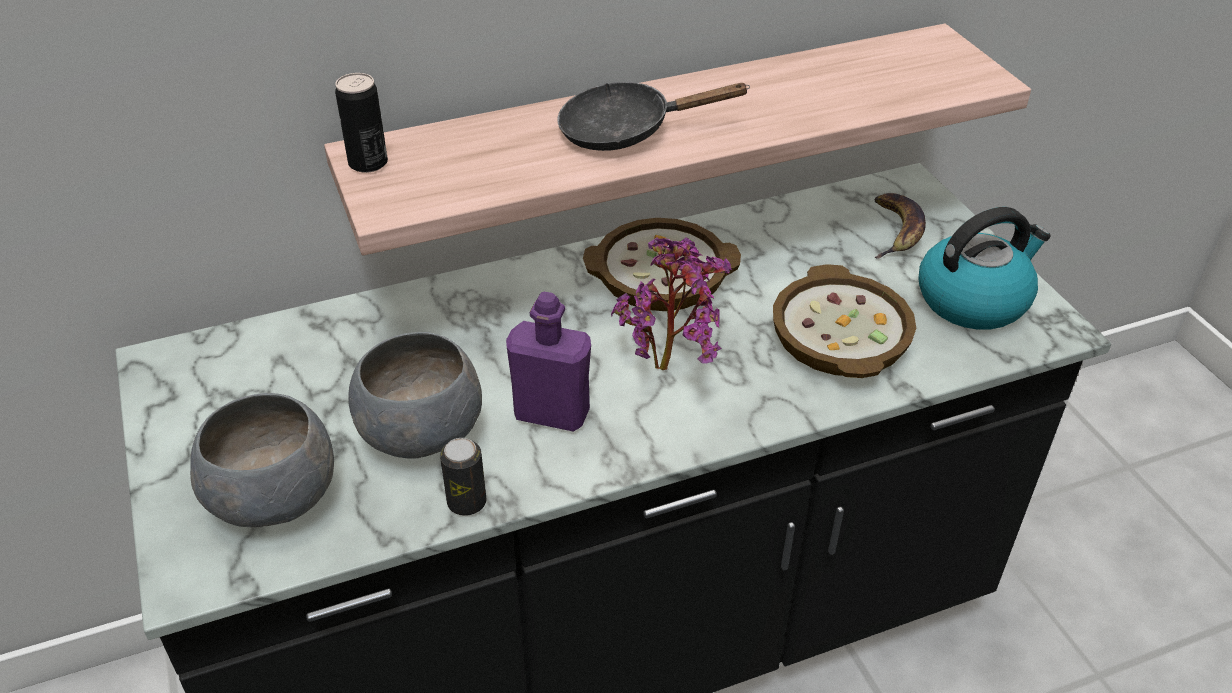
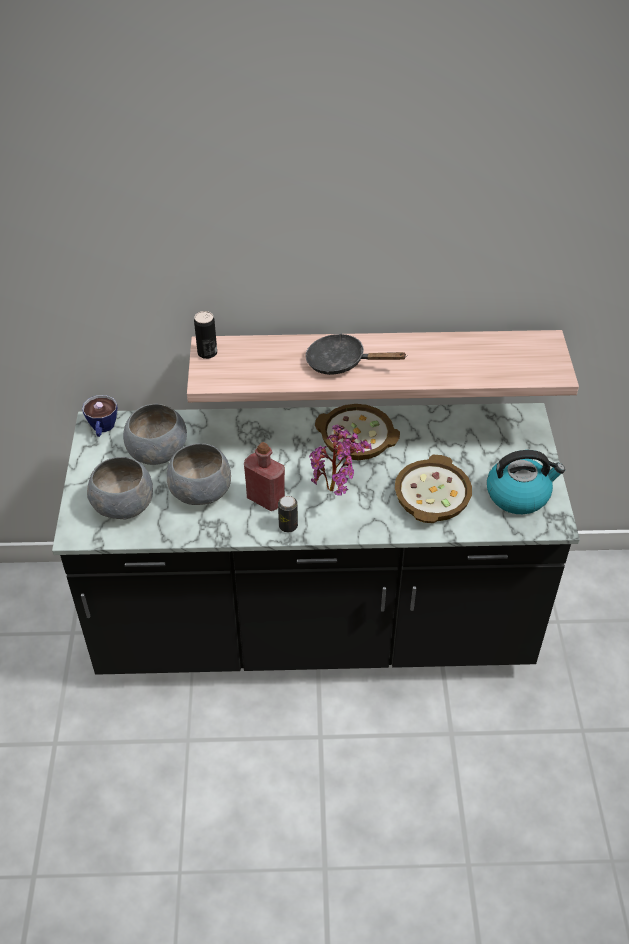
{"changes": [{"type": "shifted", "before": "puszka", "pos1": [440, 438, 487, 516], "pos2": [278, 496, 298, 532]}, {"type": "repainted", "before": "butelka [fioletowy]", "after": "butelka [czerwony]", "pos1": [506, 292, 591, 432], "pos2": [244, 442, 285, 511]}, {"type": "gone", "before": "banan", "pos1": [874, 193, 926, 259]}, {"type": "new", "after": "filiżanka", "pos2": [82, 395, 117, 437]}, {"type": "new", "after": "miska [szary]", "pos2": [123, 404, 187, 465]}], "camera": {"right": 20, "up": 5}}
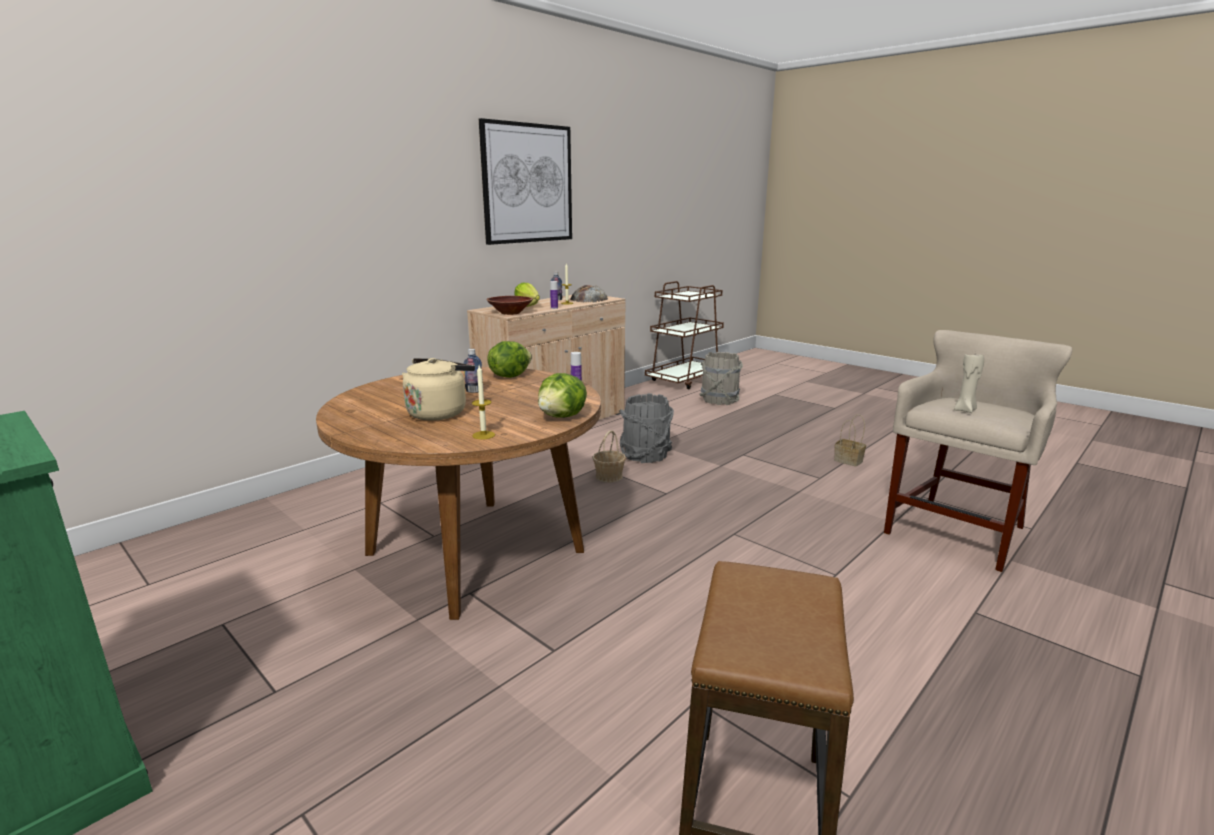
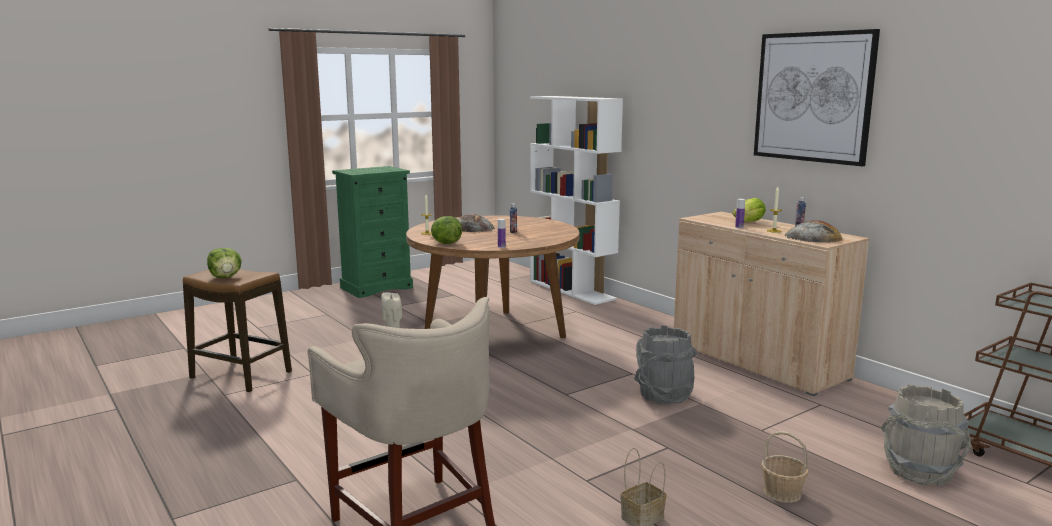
{"changes": [{"type": "swapped", "before": "czajnik [beżowy]", "after": "chleb", "pos1": [402, 358, 475, 420], "pos2": [458, 214, 495, 232]}, {"type": "gone", "before": "miska [brązowy]", "pos1": [486, 296, 533, 315]}, {"type": "shifted", "before": "sałata", "pos1": [487, 341, 532, 378], "pos2": [207, 248, 242, 278]}, {"type": "shifted", "before": "koszyk", "pos1": [592, 430, 626, 483], "pos2": [761, 431, 809, 503]}, {"type": "new", "after": "regał [biały]", "pos2": [530, 96, 623, 305]}], "camera": {"right": 100, "up": -5}}
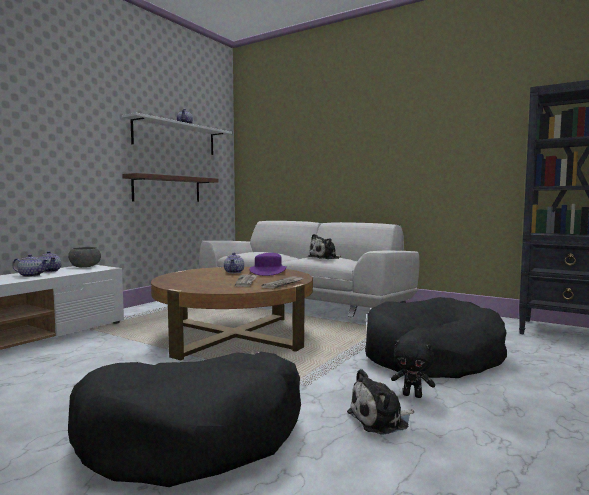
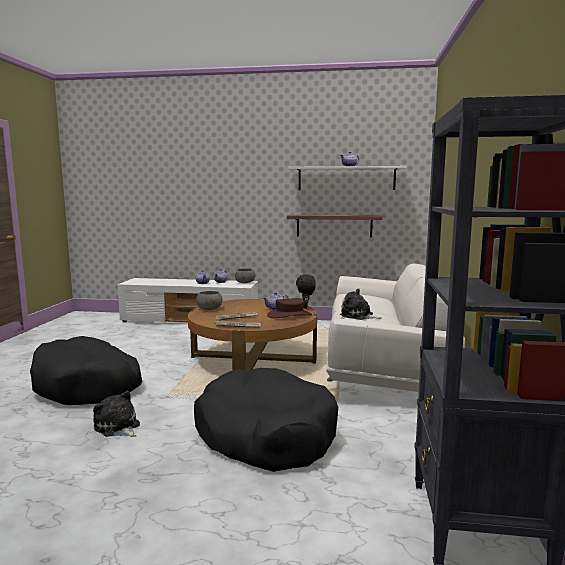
{"changes": [{"type": "repainted", "before": "kapelusz [fioletowy]", "after": "kapelusz [brązowy]", "pos1": [249, 253, 287, 276], "pos2": [267, 298, 312, 318]}, {"type": "shifted", "before": "pluszak [czarny]", "pos1": [391, 335, 435, 398], "pos2": [296, 275, 316, 309]}, {"type": "new", "after": "miska [szary]", "pos2": [196, 291, 222, 310]}], "camera": {"right": 65, "up": 5}}
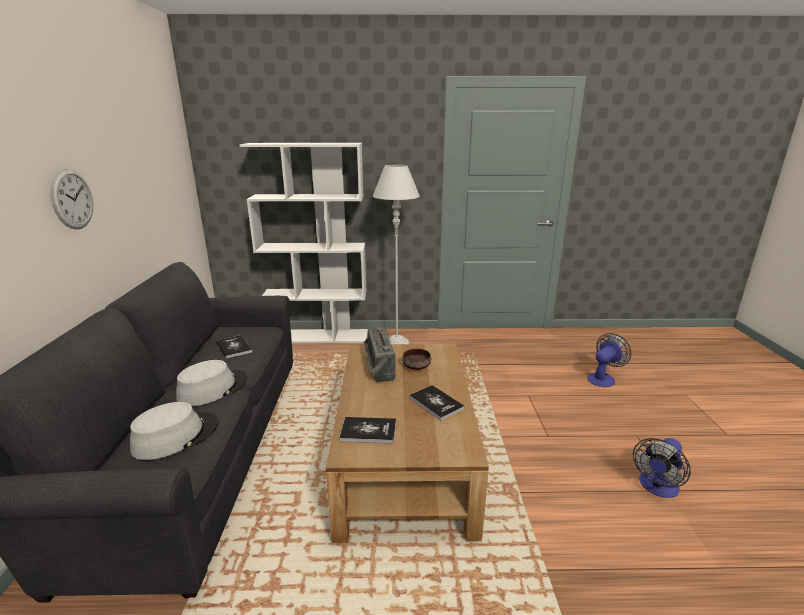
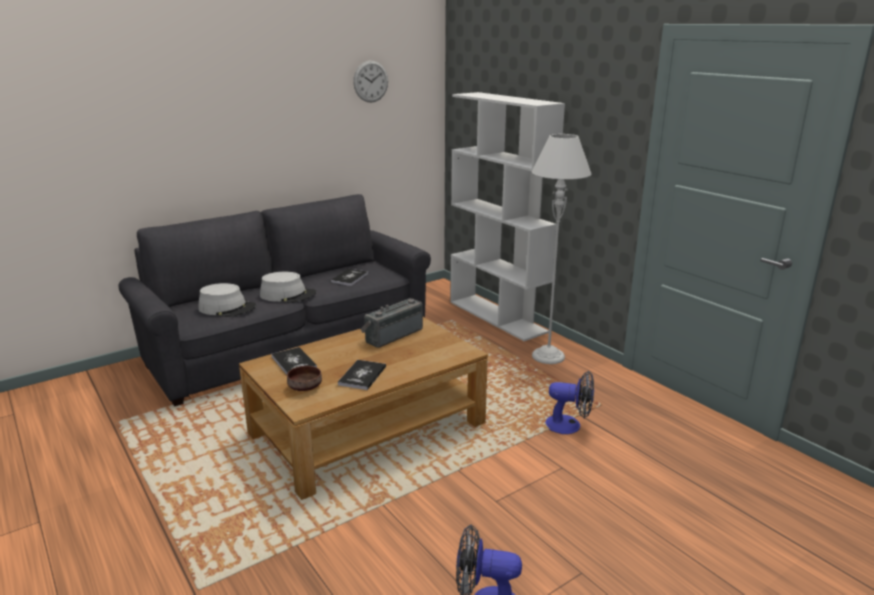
{"changes": [{"type": "shifted", "before": "zegar ścienny", "pos1": [50, 169, 93, 229], "pos2": [353, 60, 388, 102]}, {"type": "shifted", "before": "miska [brązowy]", "pos1": [403, 349, 431, 370], "pos2": [287, 366, 322, 391]}, {"type": "shifted", "before": "wentylator", "pos1": [587, 333, 632, 387], "pos2": [545, 371, 594, 434]}], "camera": {"right": 55, "up": 0}}
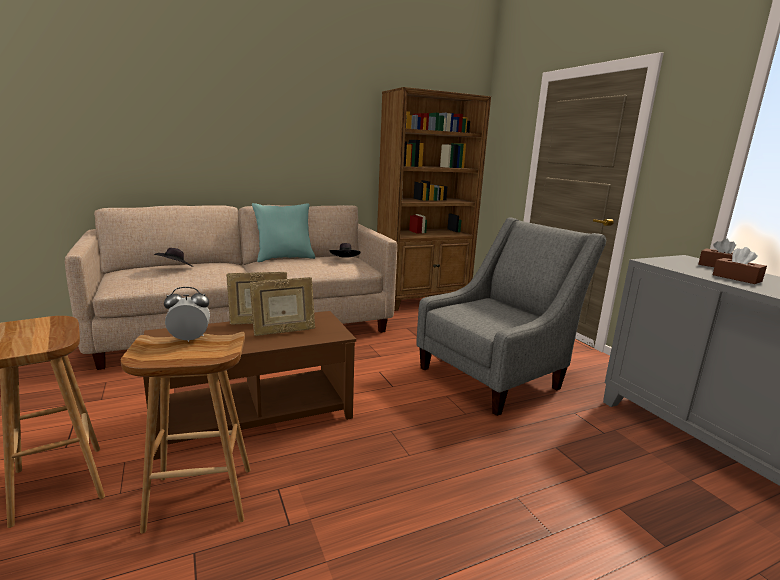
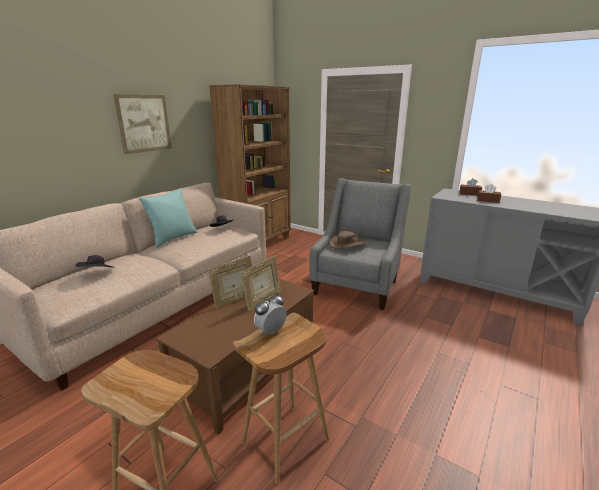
{"changes": [{"type": "new", "after": "obraz", "pos2": [113, 94, 172, 154]}, {"type": "new", "after": "kapelusz [brązowy]", "pos2": [329, 231, 367, 249]}], "camera": {"right": -30, "up": 5}}
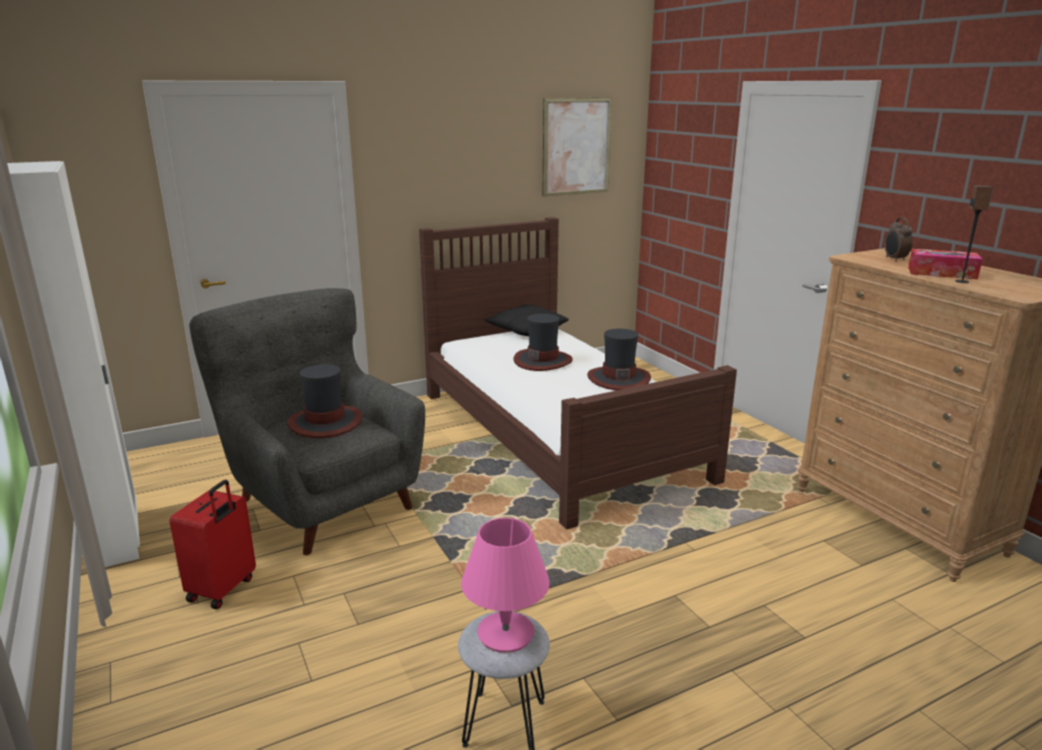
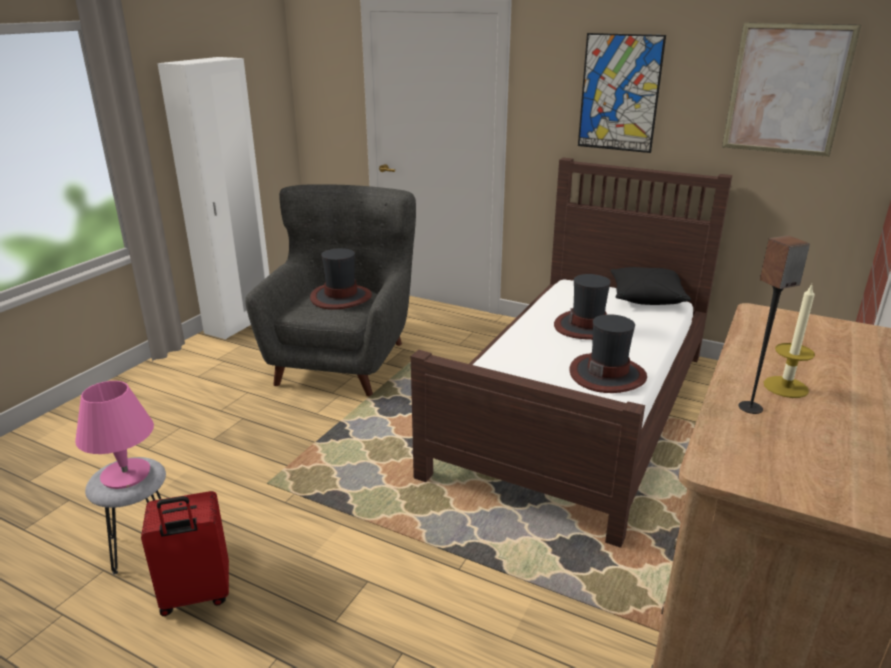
{"changes": [{"type": "shifted", "before": "walizka [czerwony]", "pos1": [169, 480, 256, 609], "pos2": [141, 491, 229, 616]}, {"type": "gone", "before": "budzik", "pos1": [885, 218, 913, 262]}, {"type": "swapped", "before": "pudełko chusteczek", "after": "świeca", "pos1": [908, 249, 982, 279], "pos2": [764, 284, 815, 398]}, {"type": "new", "after": "obraz", "pos2": [578, 33, 666, 153]}], "camera": {"right": 55, "up": 5}}
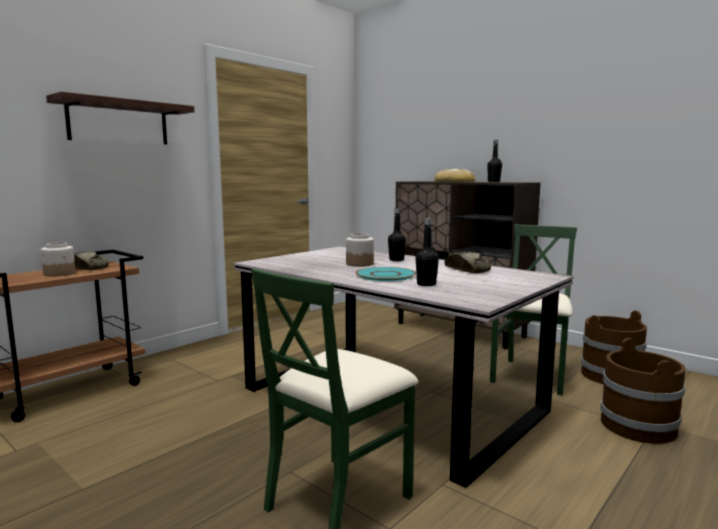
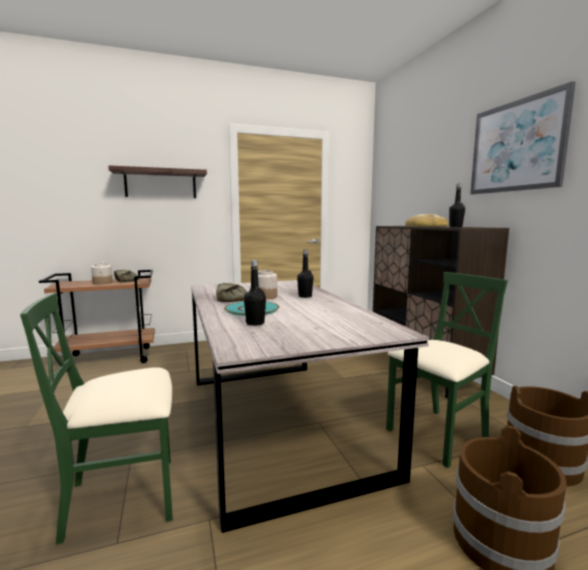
{"changes": [{"type": "shifted", "before": "chleb", "pos1": [444, 252, 491, 273], "pos2": [216, 283, 247, 302]}, {"type": "new", "after": "obraz", "pos2": [470, 81, 576, 194]}], "camera": {"right": 30, "up": 0}}
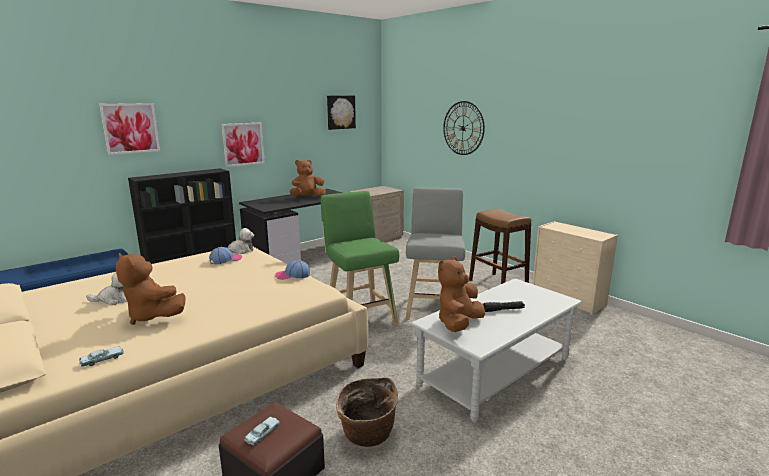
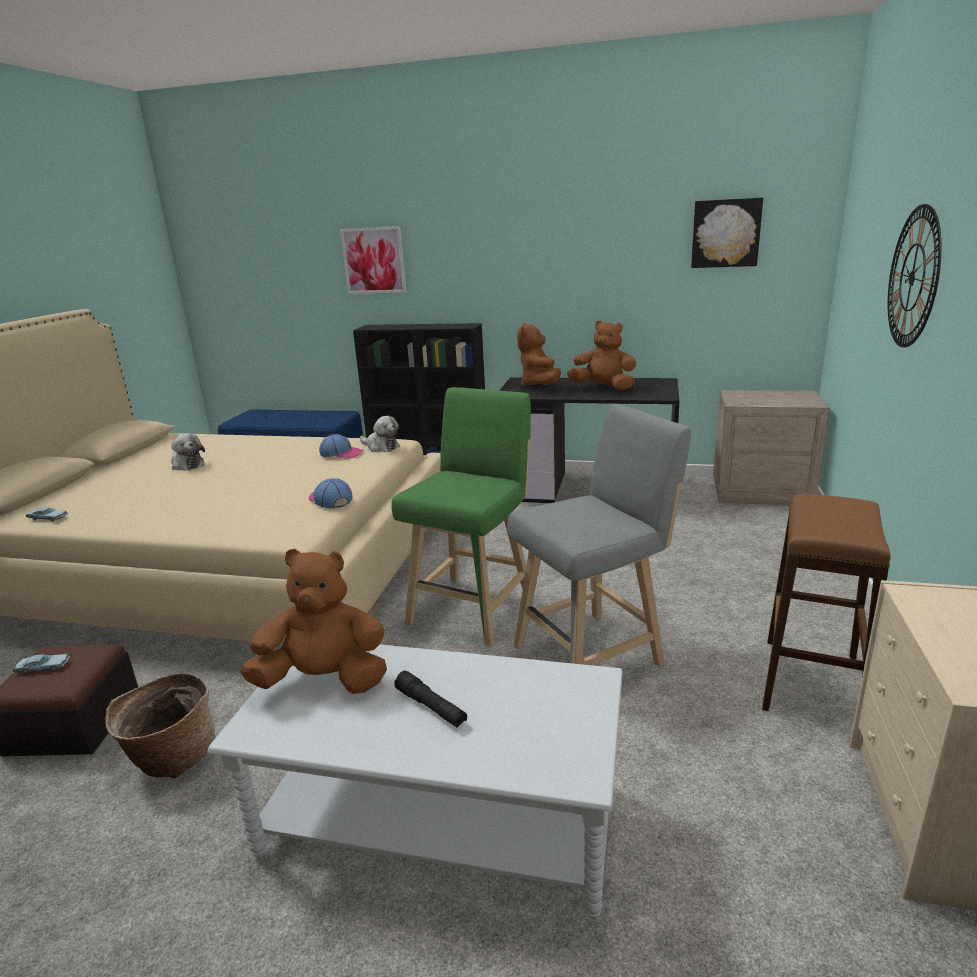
{"changes": [{"type": "shifted", "before": "pluszak [brązowy]", "pos1": [116, 253, 186, 325], "pos2": [517, 323, 561, 387]}, {"type": "gone", "before": "obraz", "pos1": [221, 122, 265, 167]}], "camera": {"right": 55, "up": 5}}
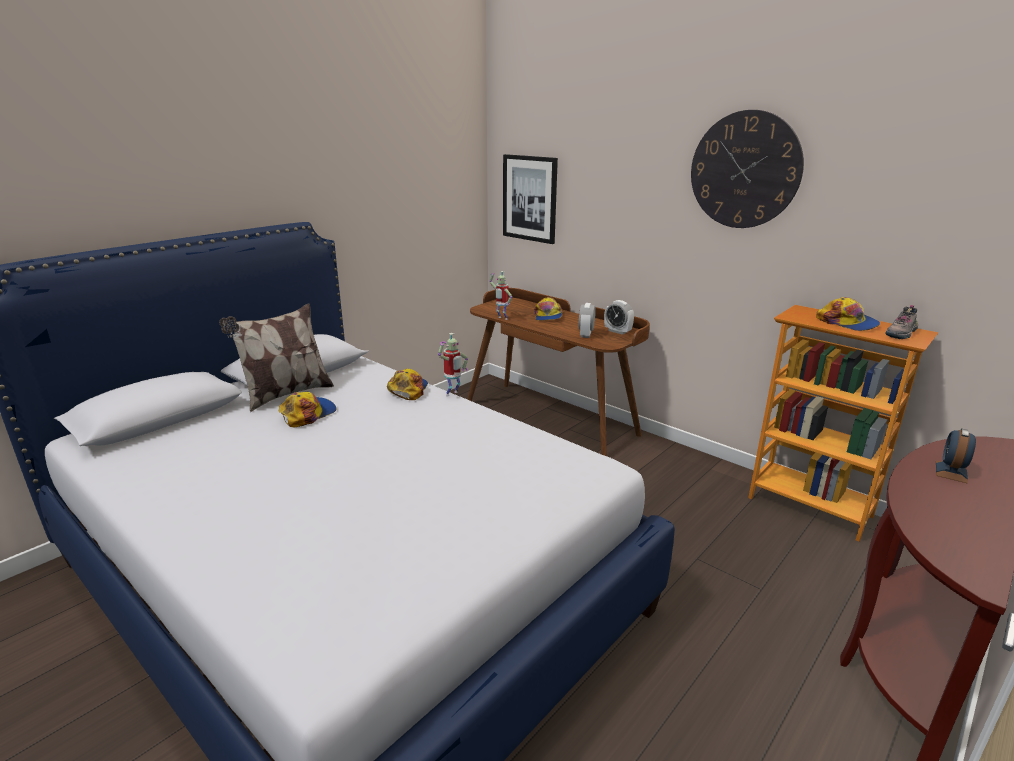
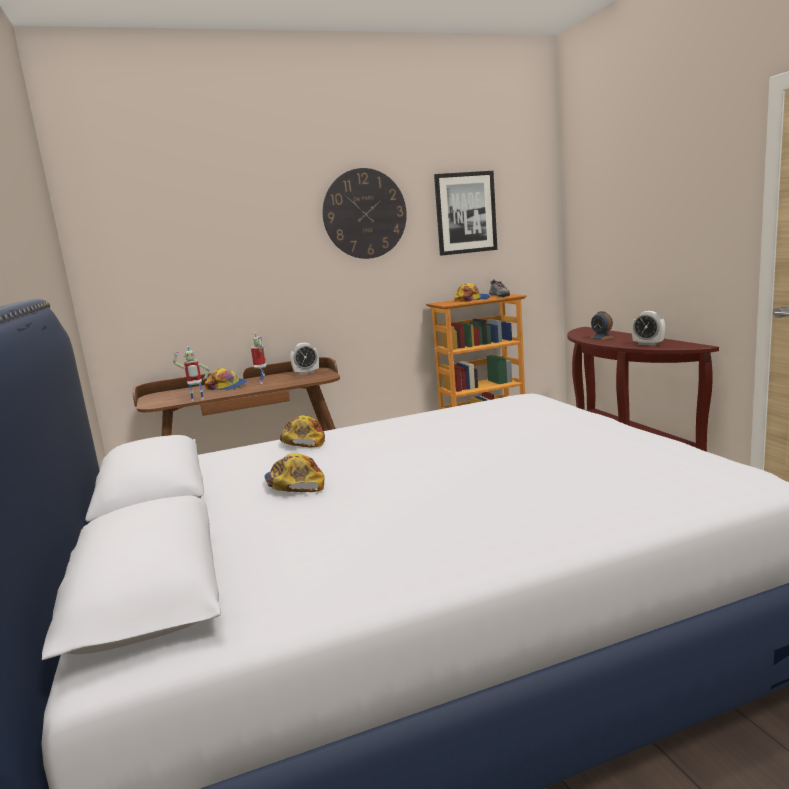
{"changes": [{"type": "gone", "before": "poduszka", "pos1": [219, 303, 334, 412]}, {"type": "rotated", "before": "czapka z daszkiem", "pos1": [387, 369, 428, 400], "pos2": [280, 415, 325, 447], "turn": 45}, {"type": "shifted", "before": "robot zabawkowy", "pos1": [438, 333, 468, 397], "pos2": [251, 332, 266, 384]}, {"type": "shifted", "before": "obraz", "pos1": [503, 154, 558, 244], "pos2": [434, 171, 497, 256]}, {"type": "shifted", "before": "budzik", "pos1": [579, 303, 596, 338], "pos2": [631, 311, 665, 346]}], "camera": {"right": -60, "up": -10}}
